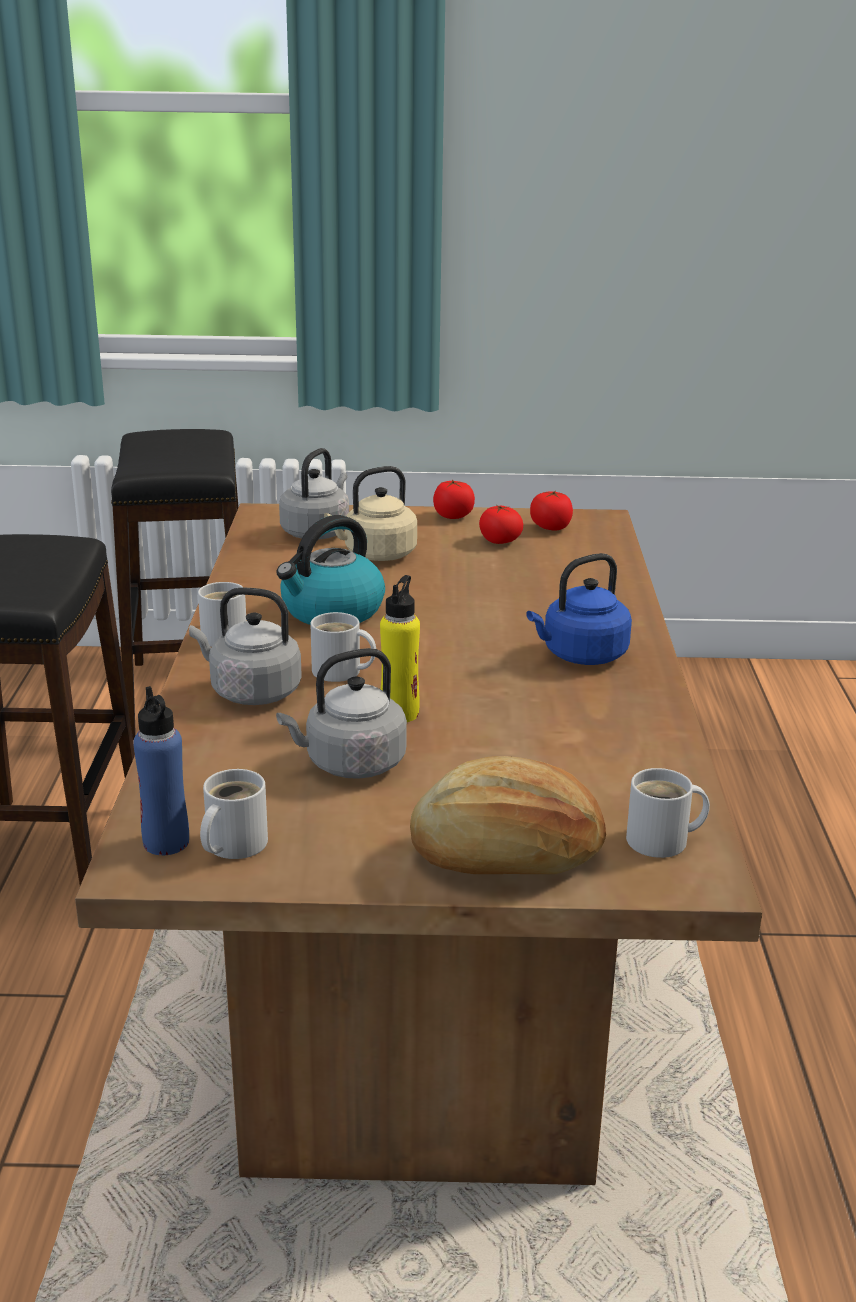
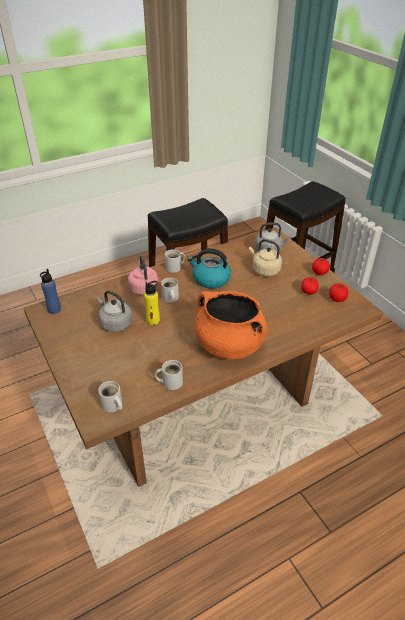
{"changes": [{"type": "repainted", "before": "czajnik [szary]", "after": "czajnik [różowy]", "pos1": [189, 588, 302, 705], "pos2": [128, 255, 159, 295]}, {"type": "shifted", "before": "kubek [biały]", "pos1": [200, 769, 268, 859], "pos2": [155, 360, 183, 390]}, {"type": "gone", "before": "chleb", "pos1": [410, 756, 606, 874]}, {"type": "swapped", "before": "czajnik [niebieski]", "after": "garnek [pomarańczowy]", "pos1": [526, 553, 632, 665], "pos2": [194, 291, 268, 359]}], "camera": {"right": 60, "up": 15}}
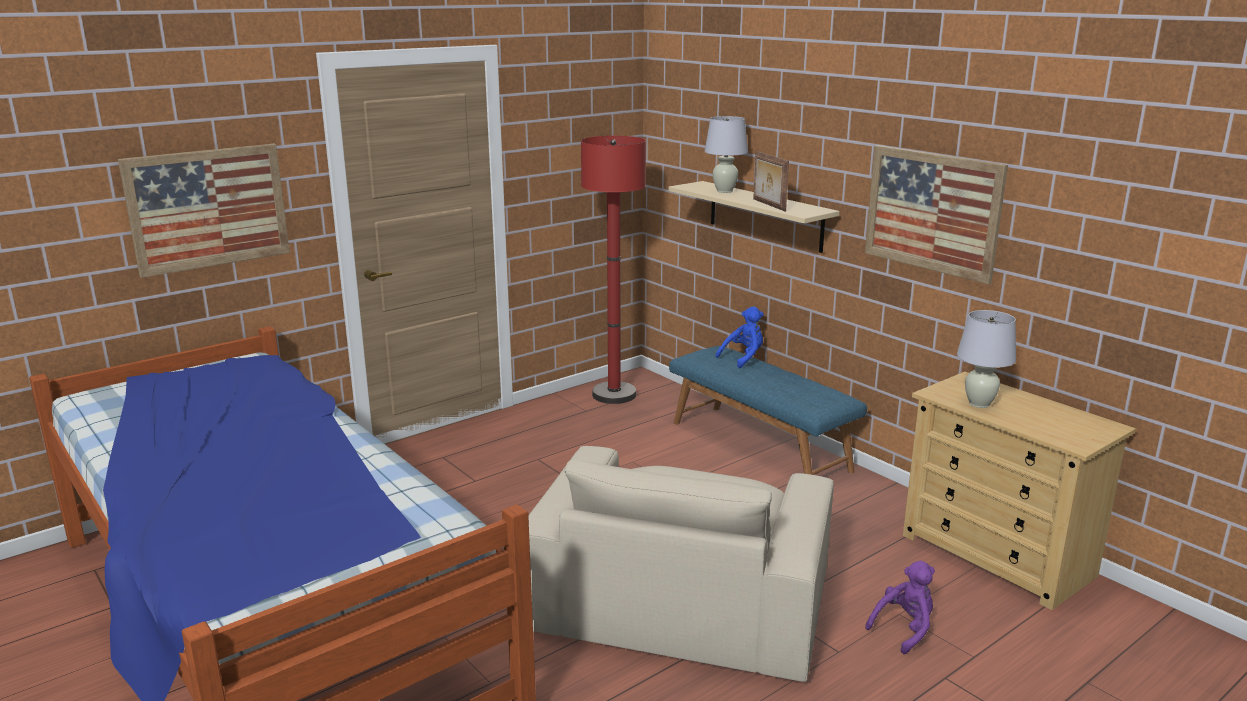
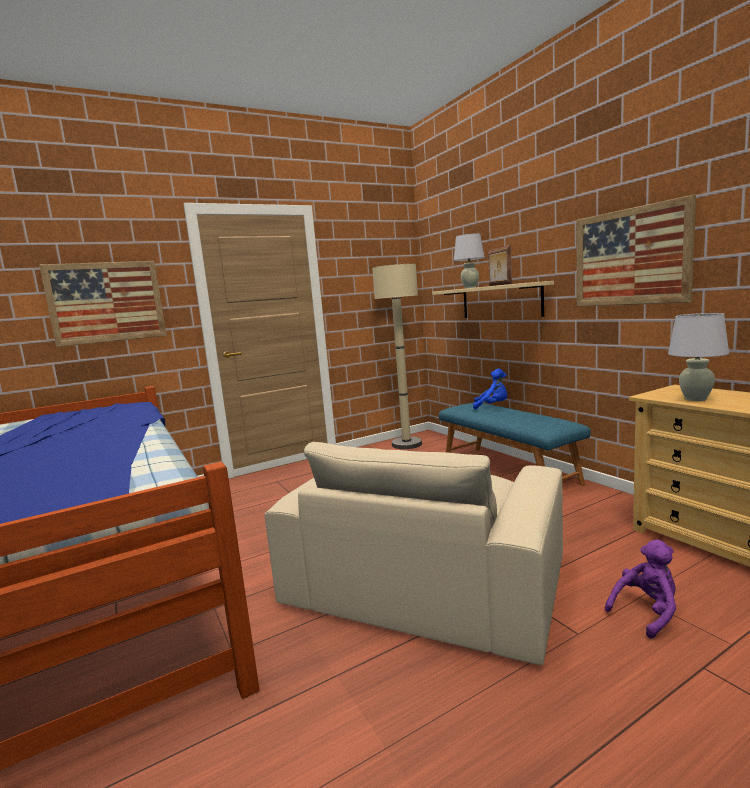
{"changes": [{"type": "repainted", "before": "lampa stojąca [czerwony]", "after": "lampa stojąca [beżowy]", "pos1": [581, 136, 646, 404], "pos2": [372, 264, 422, 449]}, {"type": "rotated", "before": "pluszak [niebieski]", "pos1": [716, 306, 764, 368], "pos2": [473, 368, 508, 410], "turn": 45}], "camera": {"right": 10, "up": -10}}
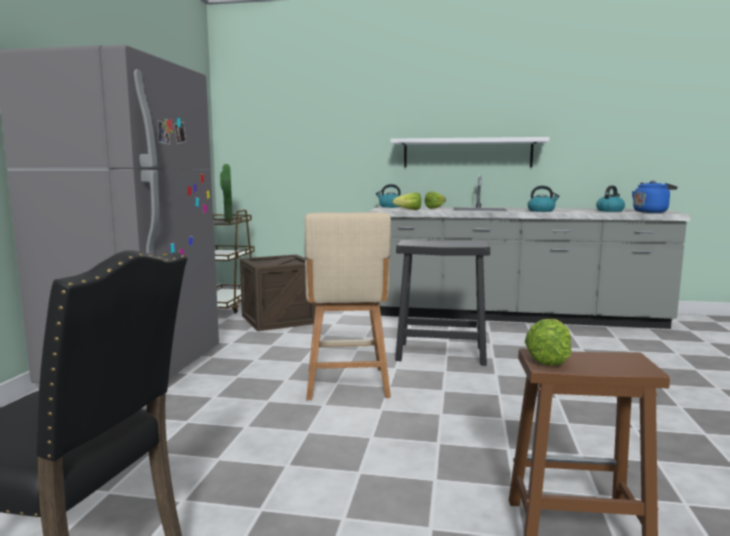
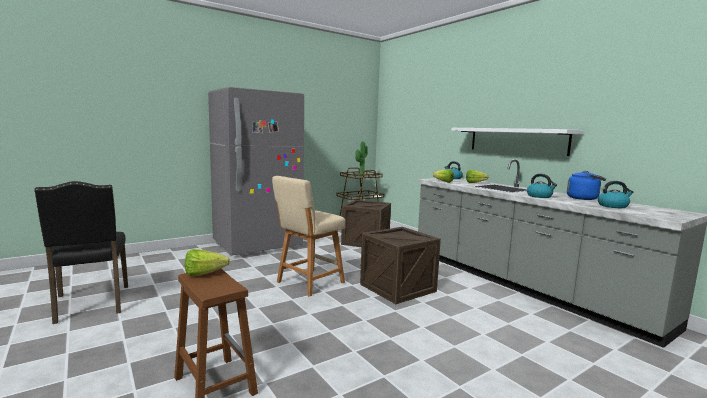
{"changes": [{"type": "swapped", "before": "stołek [czarny]", "after": "skrzynka", "pos1": [395, 240, 490, 366], "pos2": [360, 227, 441, 304]}, {"type": "shifted", "before": "czajnik [niebieski]", "pos1": [632, 181, 678, 213], "pos2": [567, 171, 606, 200]}], "camera": {"right": 45, "up": 0}}
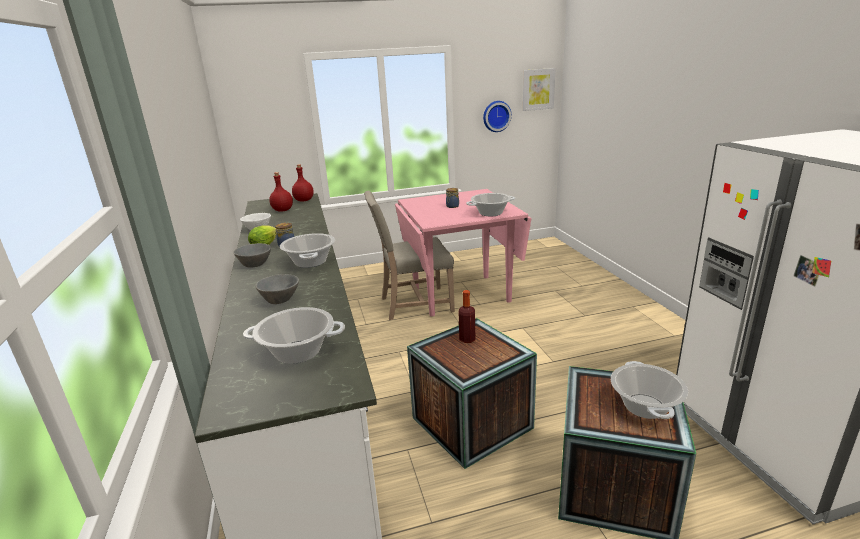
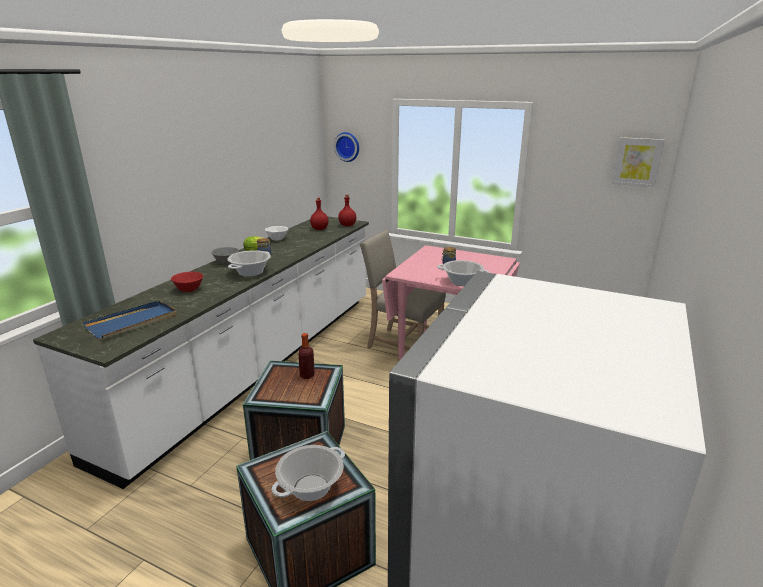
{"changes": [{"type": "swapped", "before": "garnek", "after": "taca [niebieski]", "pos1": [243, 307, 345, 364], "pos2": [83, 300, 177, 339]}, {"type": "repainted", "before": "miska [szary]", "after": "miska [czerwony]", "pos1": [255, 274, 299, 304], "pos2": [171, 272, 203, 292]}, {"type": "shifted", "before": "zegar ścienny", "pos1": [483, 101, 512, 132], "pos2": [334, 132, 359, 162]}], "camera": {"right": 40, "up": 0}}
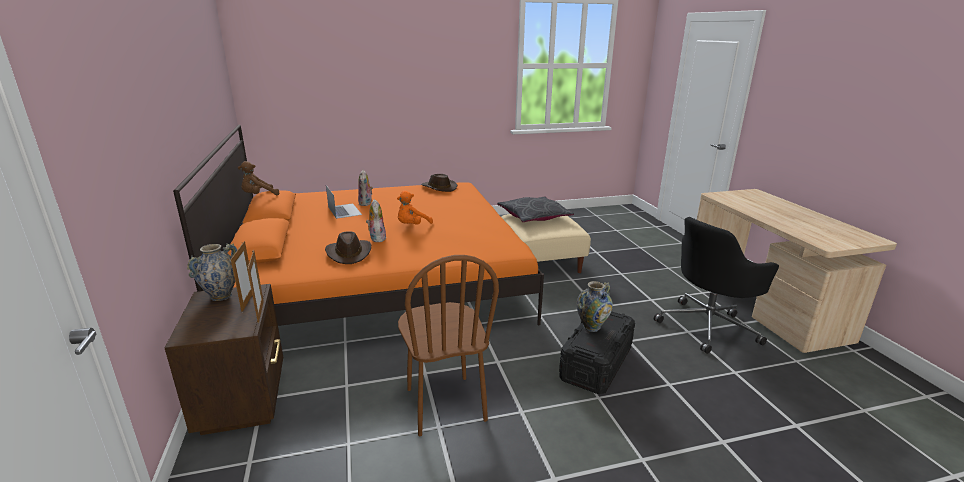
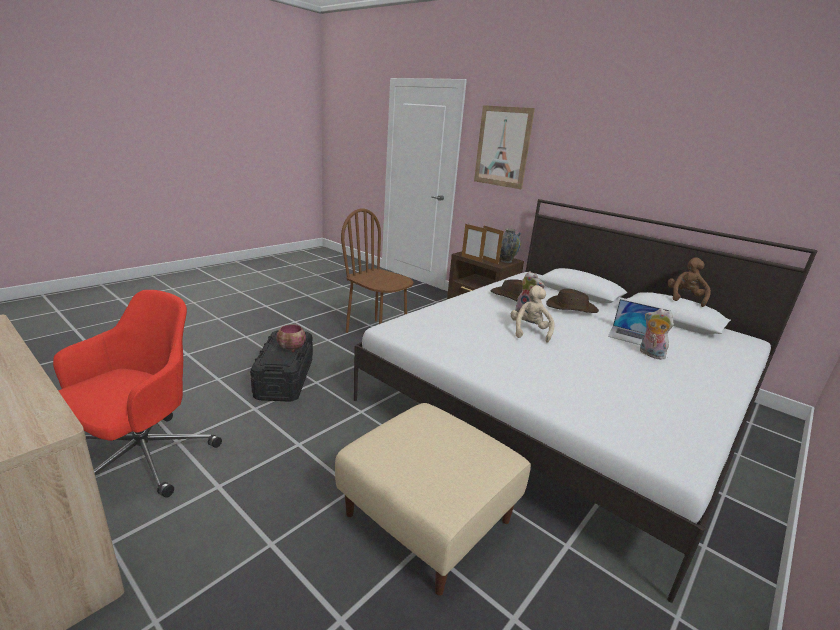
{"changes": [{"type": "repainted", "before": "łóżko [pomarańczowy]", "after": "łóżko [biały]", "pos1": [173, 124, 544, 326], "pos2": [354, 199, 818, 603]}, {"type": "repainted", "before": "pluszak [pomarańczowy]", "after": "pluszak [beżowy]", "pos1": [397, 191, 433, 225], "pos2": [511, 285, 554, 343]}, {"type": "shifted", "before": "kapelusz [brązowy]", "pos1": [421, 174, 457, 192], "pos2": [546, 289, 599, 313]}, {"type": "gone", "before": "poduszka [szary]", "pos1": [497, 197, 574, 222]}, {"type": "swapped", "before": "wazon", "after": "miska", "pos1": [577, 281, 613, 332], "pos2": [276, 324, 306, 352]}, {"type": "repainted", "before": "krzesło biurowe [czarny]", "after": "krzesło biurowe [czerwony]", "pos1": [654, 217, 779, 354], "pos2": [53, 290, 222, 498]}, {"type": "new", "after": "obraz", "pos2": [474, 105, 535, 189]}], "camera": {"right": 145, "up": 0}}
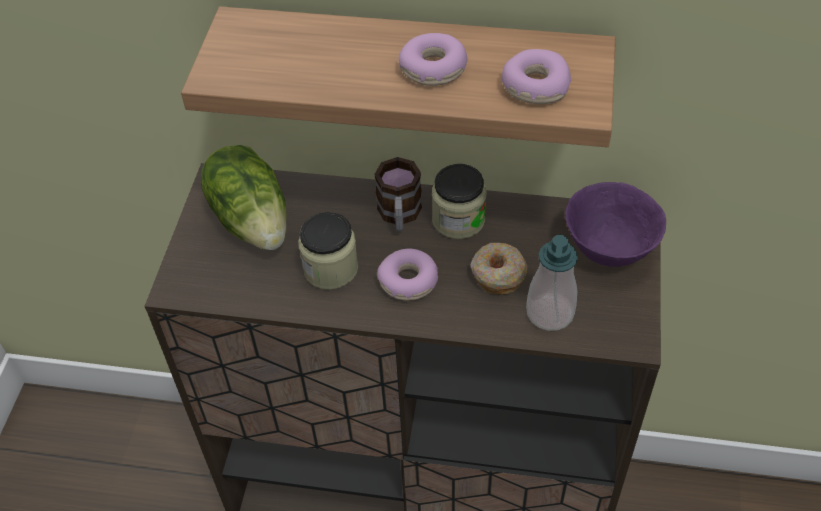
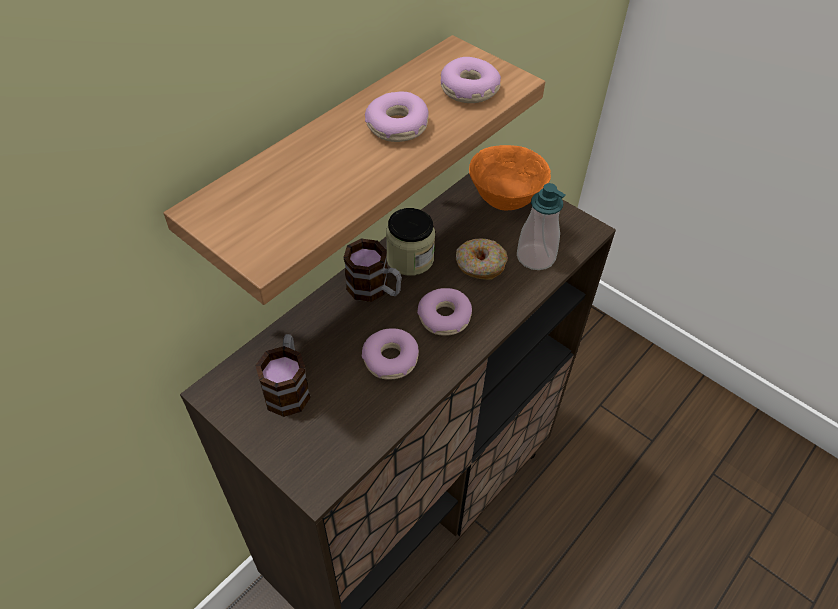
{"changes": [{"type": "swapped", "before": "sałata", "after": "kubek", "pos1": [201, 145, 287, 250], "pos2": [255, 334, 311, 417]}, {"type": "swapped", "before": "słoik", "after": "donut", "pos1": [298, 212, 358, 290], "pos2": [362, 328, 419, 380]}, {"type": "repainted", "before": "miska [fioletowy]", "after": "miska [pomarańczowy]", "pos1": [565, 182, 666, 267], "pos2": [469, 145, 551, 211]}], "camera": {"right": -60, "up": 0}}
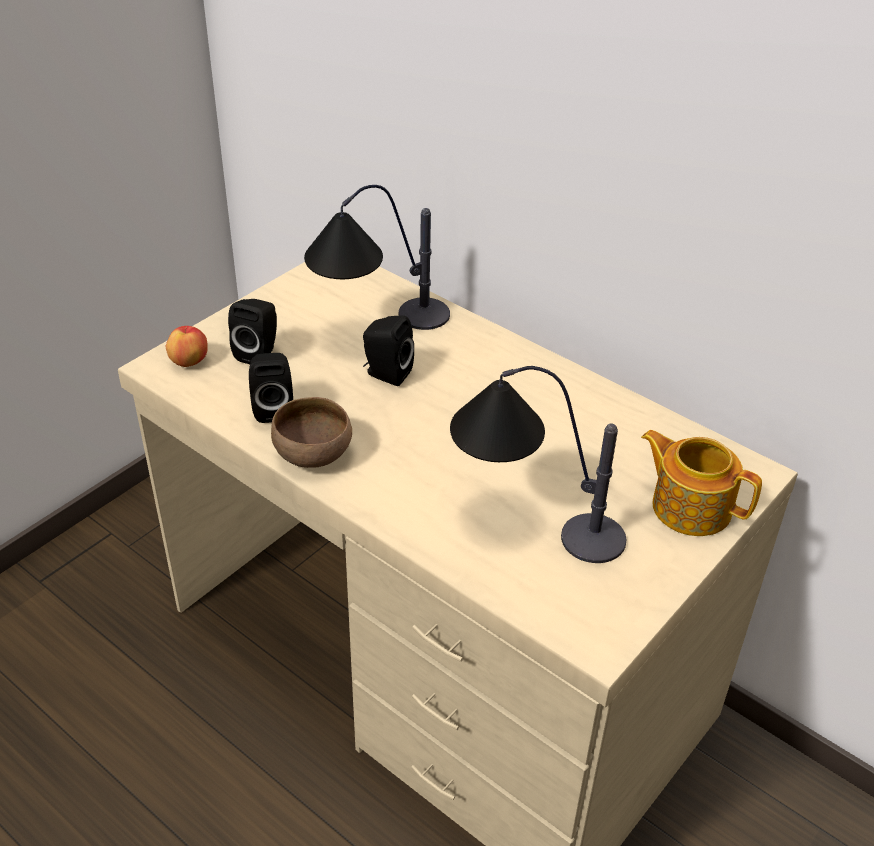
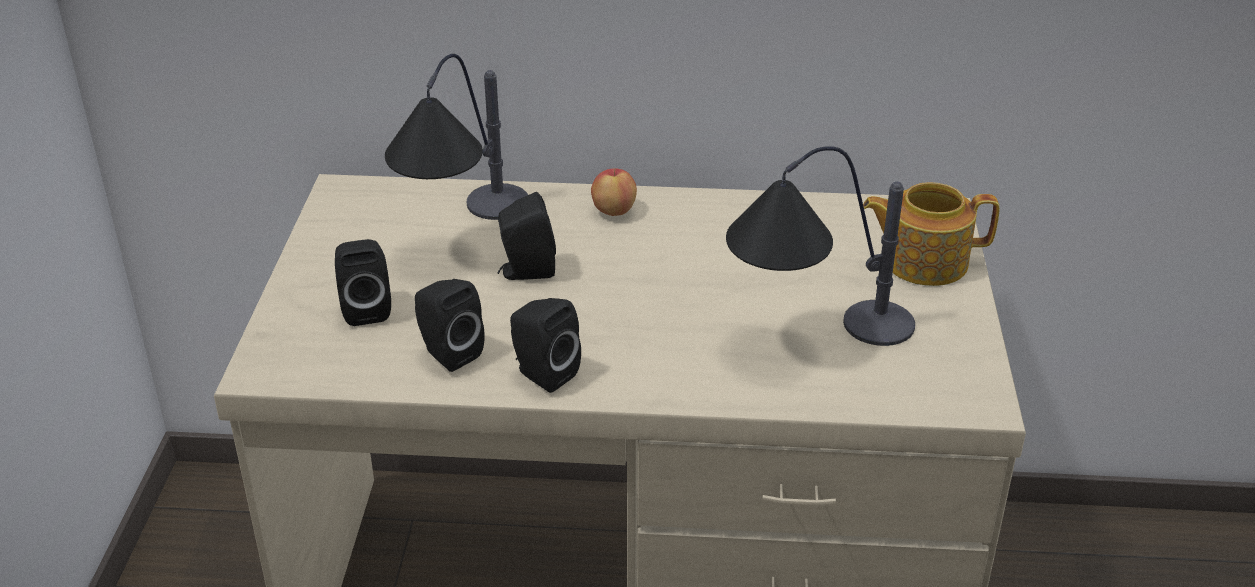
{"changes": [{"type": "shifted", "before": "jabłko", "pos1": [166, 326, 208, 367], "pos2": [591, 168, 637, 216]}, {"type": "swapped", "before": "miska [brązowy]", "after": "głośnik [czarny]", "pos1": [271, 397, 352, 468], "pos2": [510, 298, 581, 393]}], "camera": {"right": -35, "up": -5}}
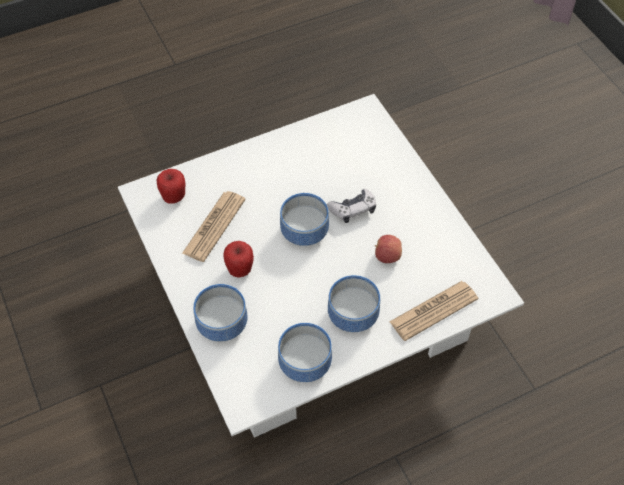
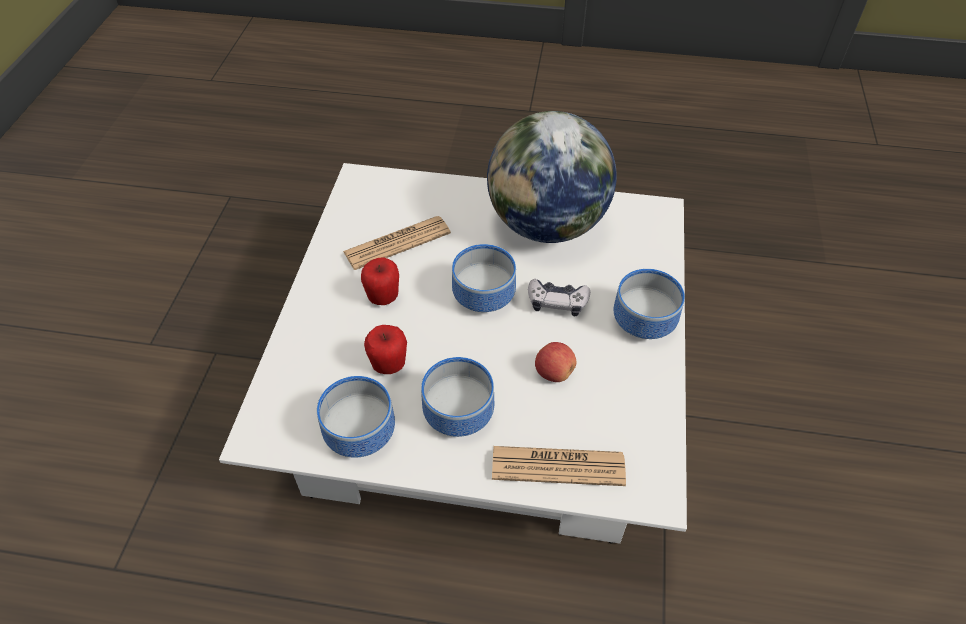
{"changes": [{"type": "shifted", "before": "jabłko", "pos1": [156, 169, 185, 204], "pos2": [364, 325, 407, 374]}, {"type": "shifted", "before": "miska", "pos1": [193, 284, 248, 342], "pos2": [614, 269, 685, 339]}, {"type": "new", "after": "globus", "pos2": [487, 111, 617, 243]}], "camera": {"right": 35, "up": -5}}
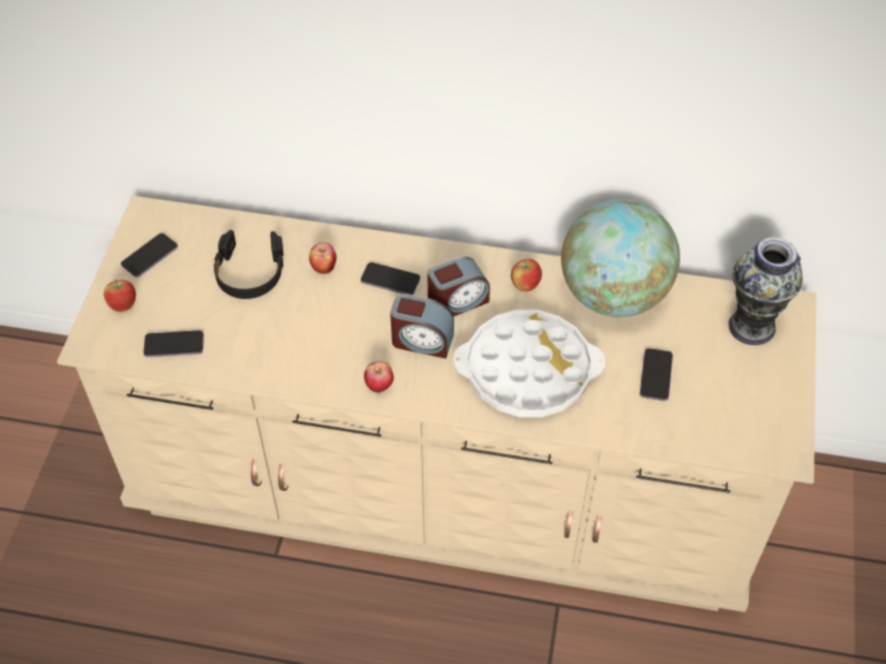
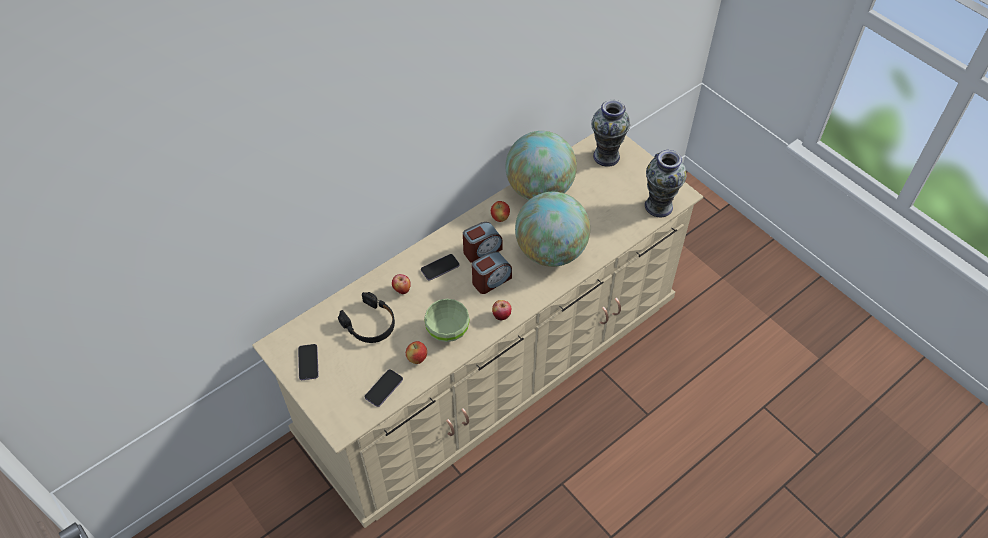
{"changes": [{"type": "shifted", "before": "jabłko", "pos1": [104, 280, 136, 312], "pos2": [406, 341, 427, 364]}, {"type": "rotated", "before": "budzik", "pos1": [427, 257, 490, 317], "pos2": [463, 222, 502, 263], "turn": 45}, {"type": "swapped", "before": "taca [biały]", "after": "globus", "pos1": [453, 310, 605, 417], "pos2": [515, 192, 590, 267]}, {"type": "gone", "before": "telefon", "pos1": [640, 348, 673, 401]}, {"type": "new", "after": "miska [zielony]", "pos2": [424, 299, 470, 342]}, {"type": "new", "after": "wazon", "pos2": [645, 150, 687, 217]}], "camera": {"right": -50, "up": 0}}
